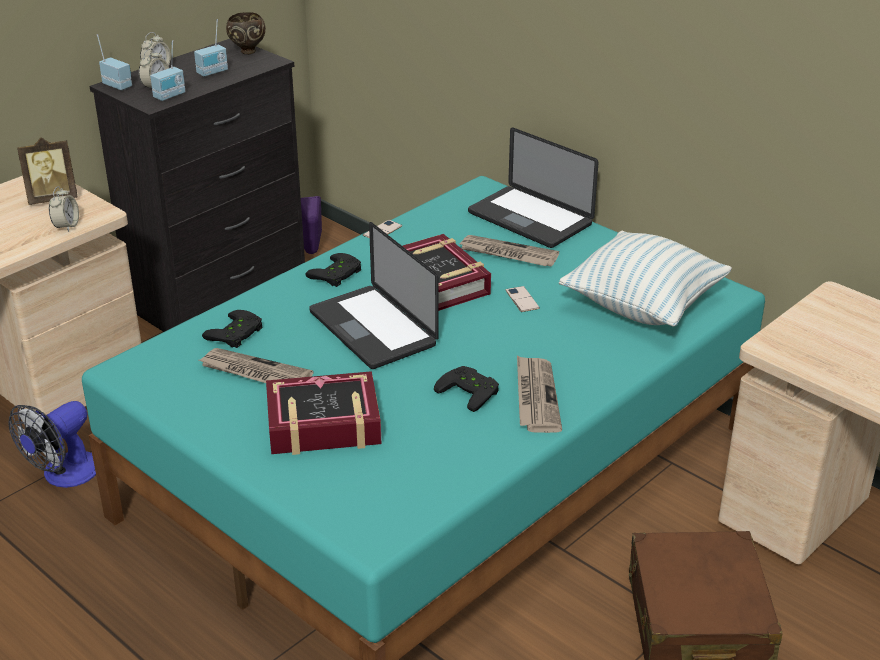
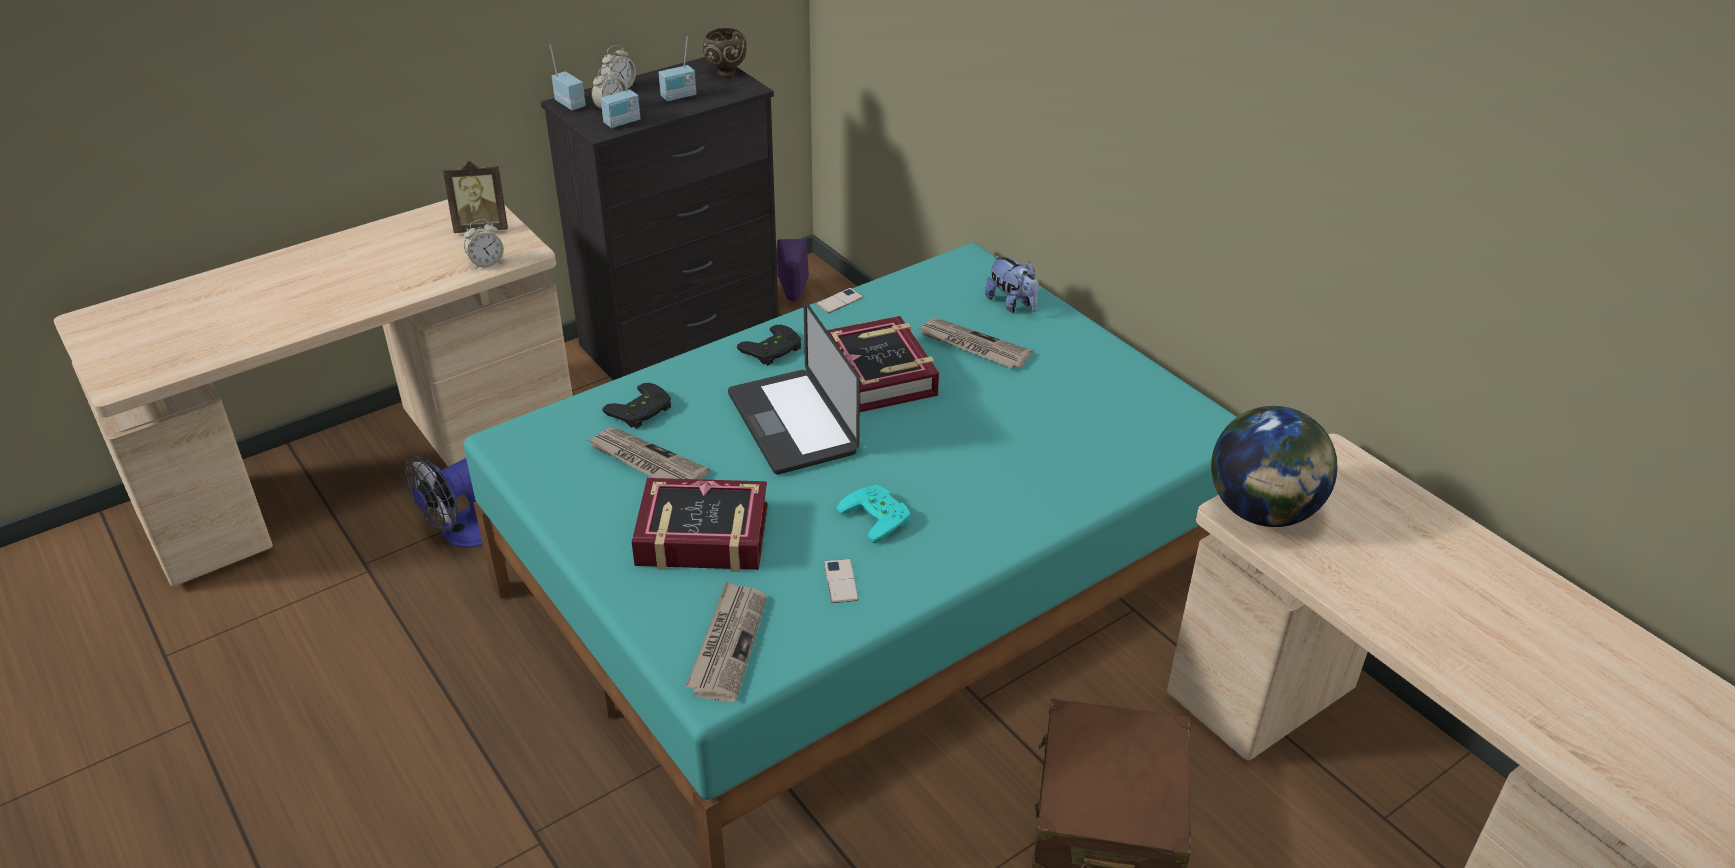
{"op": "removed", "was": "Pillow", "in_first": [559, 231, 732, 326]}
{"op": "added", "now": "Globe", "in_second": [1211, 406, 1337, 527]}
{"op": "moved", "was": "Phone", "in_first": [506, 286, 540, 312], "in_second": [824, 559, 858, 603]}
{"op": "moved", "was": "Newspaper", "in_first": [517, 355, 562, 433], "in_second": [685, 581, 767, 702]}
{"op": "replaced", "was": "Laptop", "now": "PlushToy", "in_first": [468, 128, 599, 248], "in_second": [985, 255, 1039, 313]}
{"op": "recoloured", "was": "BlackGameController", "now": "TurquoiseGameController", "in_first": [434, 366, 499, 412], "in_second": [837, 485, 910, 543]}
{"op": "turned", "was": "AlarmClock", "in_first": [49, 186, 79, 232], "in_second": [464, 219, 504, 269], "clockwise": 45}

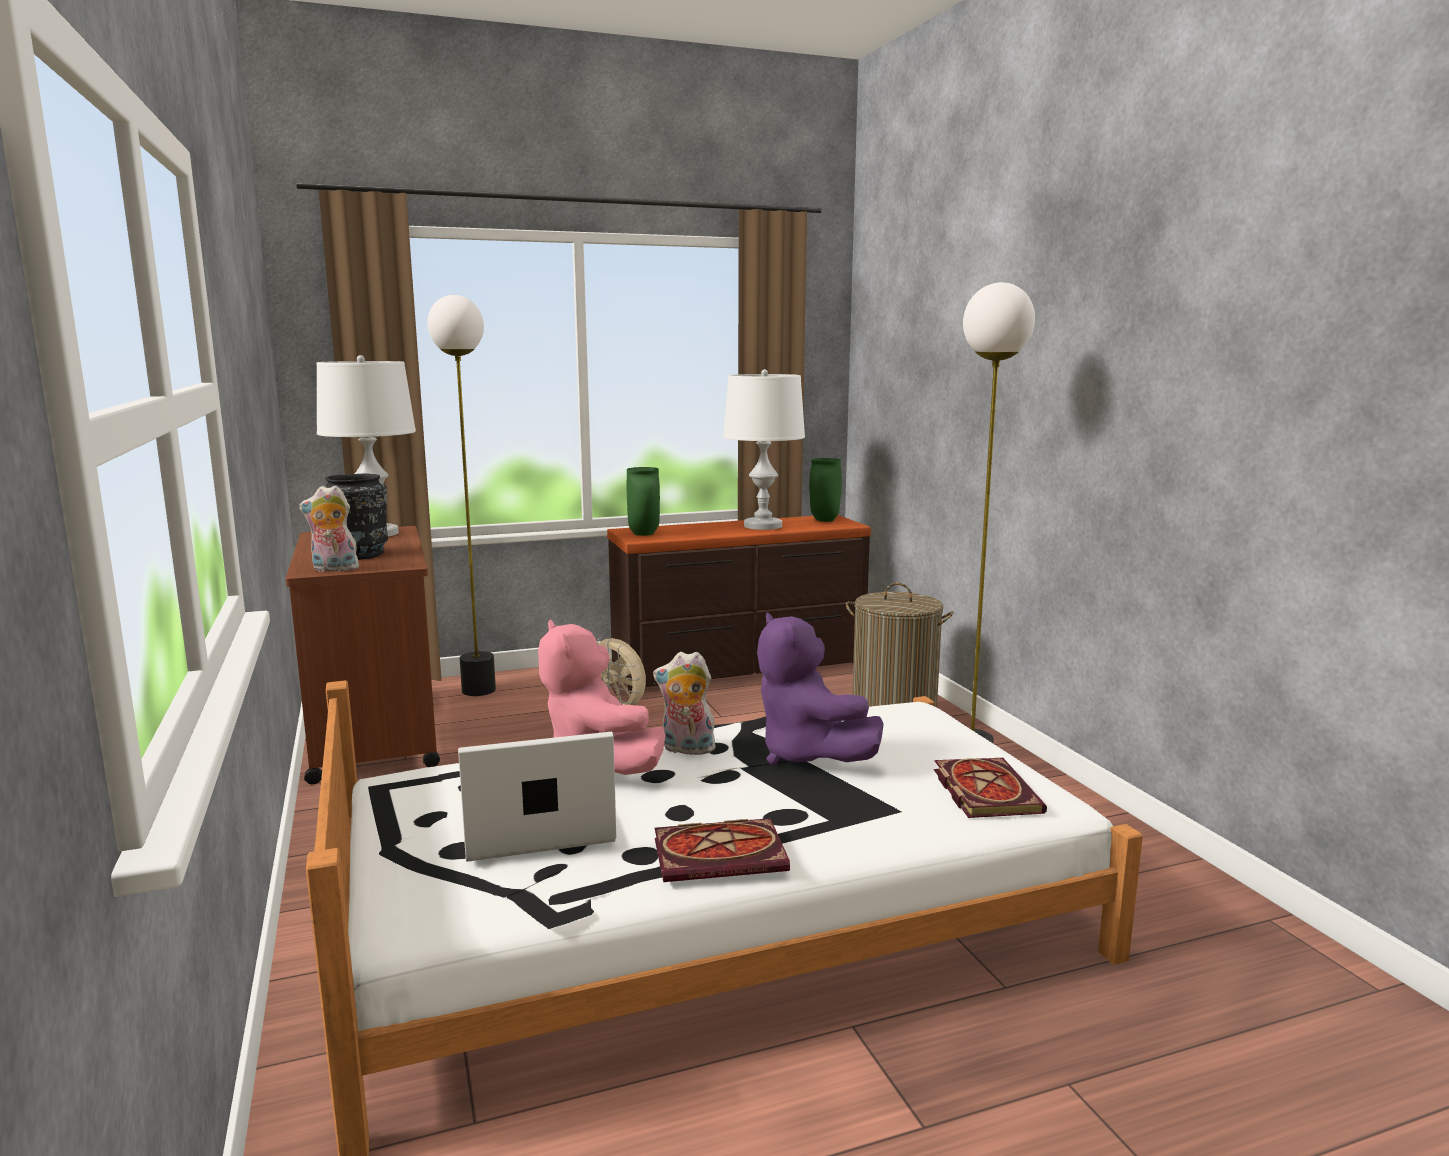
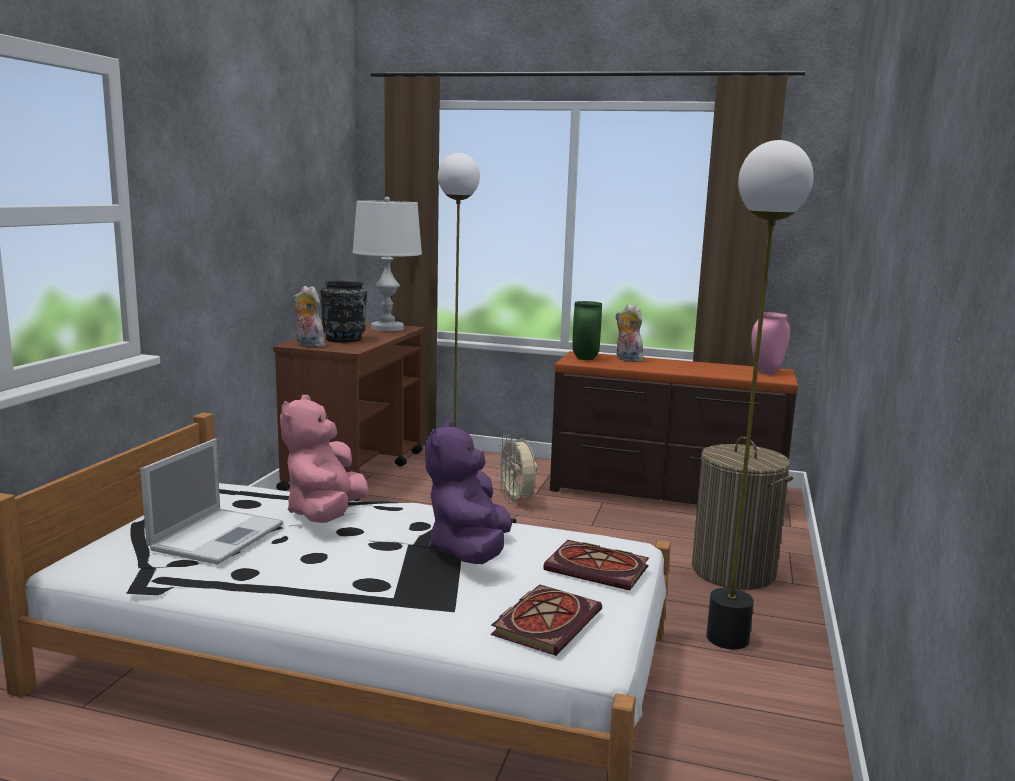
{"op": "removed", "was": "WhiteTableLamp", "in_first": [723, 369, 805, 530]}
{"op": "moved", "was": "PlushToy", "in_first": [653, 652, 716, 755], "in_second": [615, 304, 643, 362]}
{"op": "moved", "was": "Book", "in_first": [655, 818, 790, 882], "in_second": [543, 540, 649, 591]}
{"op": "recoloured", "was": "GreenVase", "now": "PinkVase", "in_first": [809, 458, 842, 522], "in_second": [751, 312, 790, 375]}
{"op": "turned", "was": "Laptop", "in_first": [458, 732, 616, 862], "in_second": [141, 439, 283, 565], "clockwise": 90}

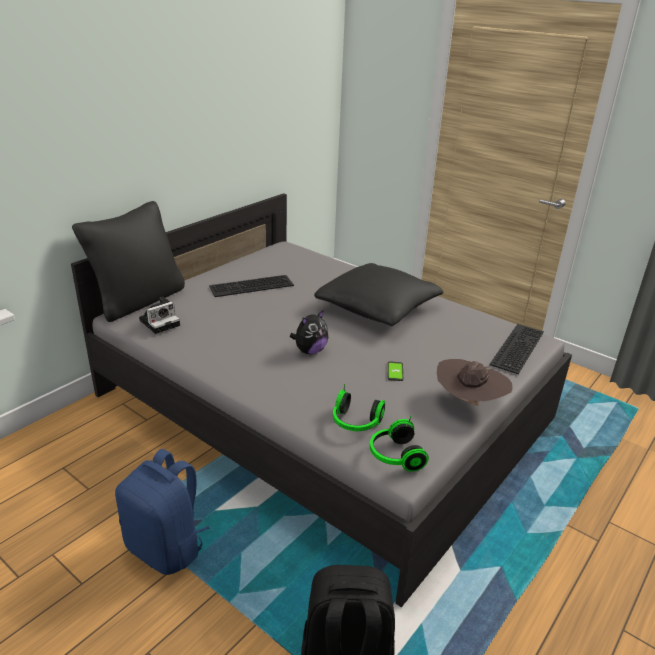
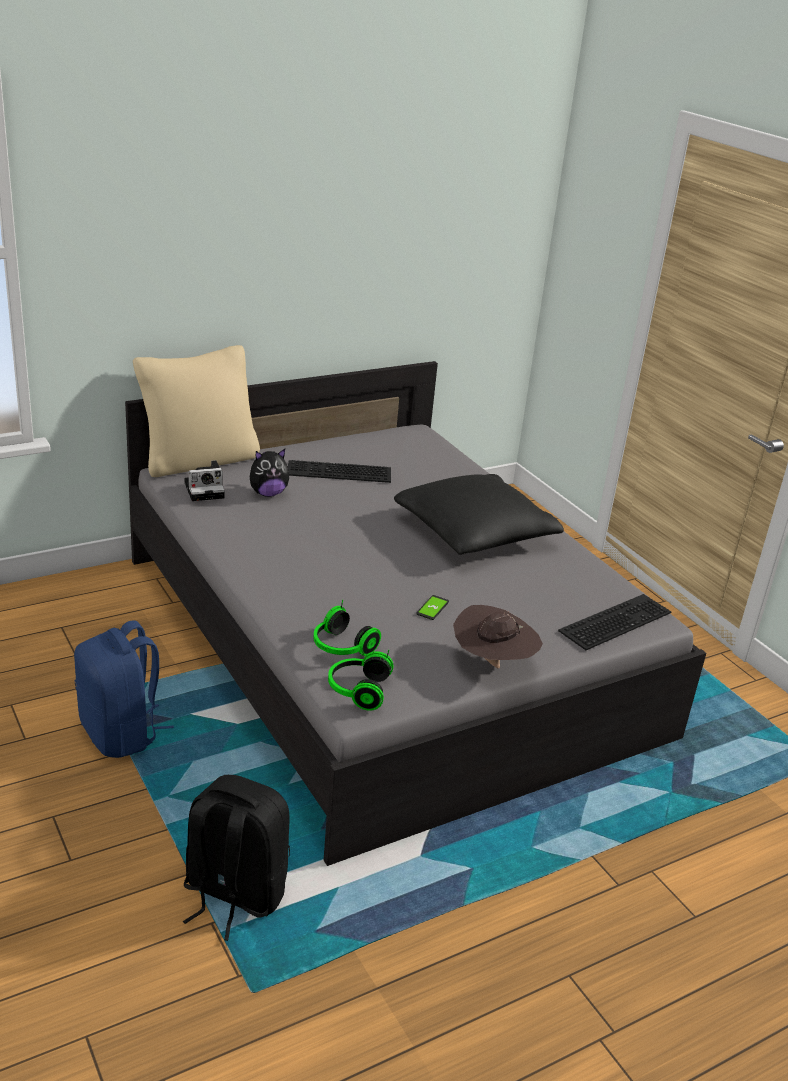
{"op": "moved", "was": "PlushToy", "in_first": [290, 310, 328, 355], "in_second": [250, 449, 289, 497]}
{"op": "recoloured", "was": "BlackPillow", "now": "BeigePillow", "in_first": [72, 201, 185, 322], "in_second": [133, 345, 260, 477]}

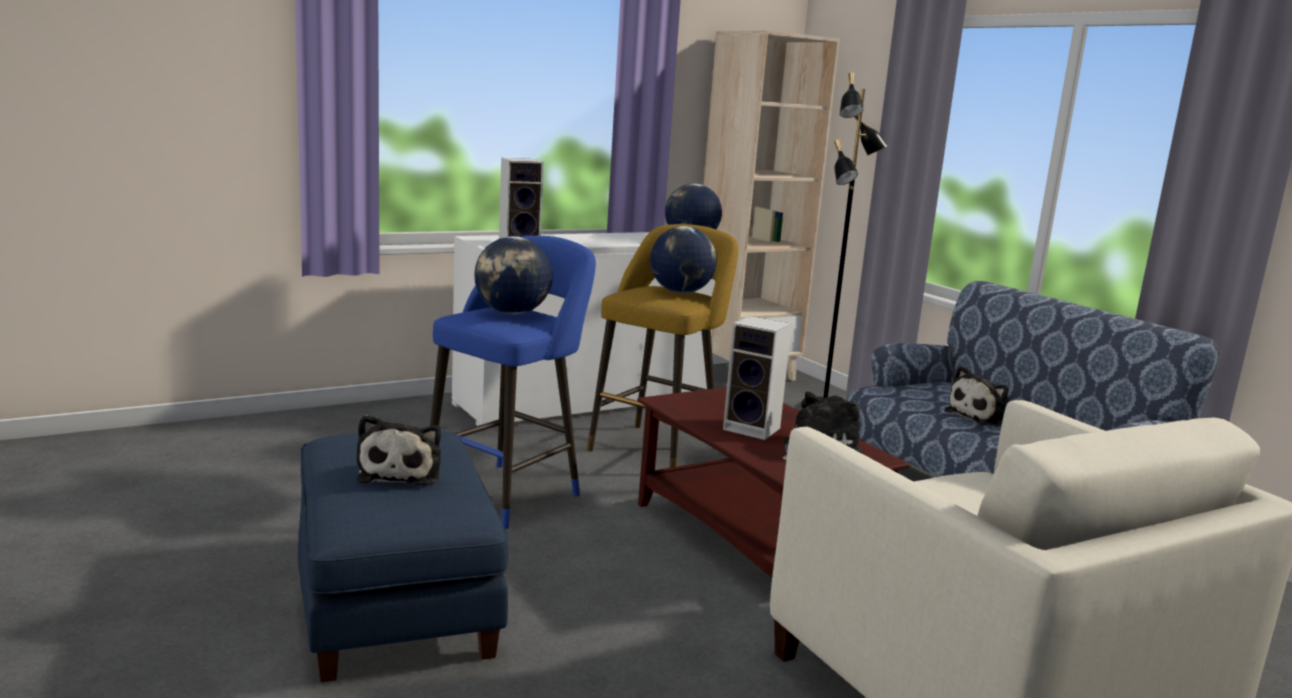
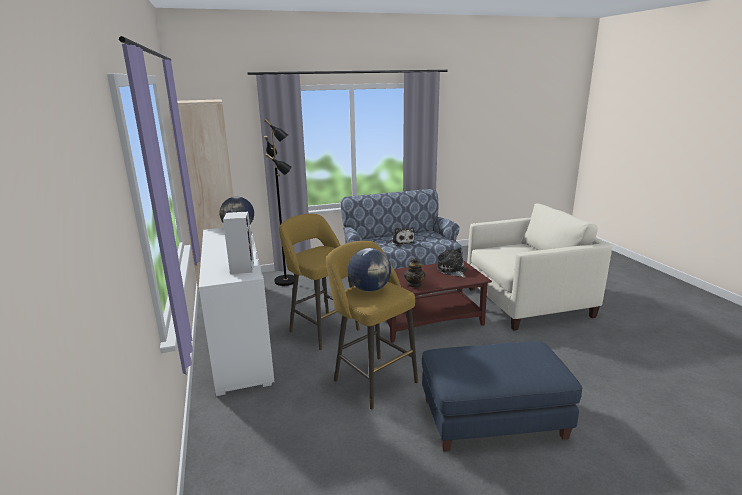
{"op": "removed", "was": "PlushToy", "in_first": [356, 415, 441, 485]}
{"op": "removed", "was": "Globe", "in_first": [650, 226, 717, 293]}
{"op": "removed", "was": "Speaker", "in_first": [723, 316, 792, 440]}
{"op": "added", "now": "Teapot", "in_second": [404, 258, 426, 288]}
{"op": "recoloured", "was": "BlueStool", "now": "YellowStool", "in_first": [430, 236, 596, 529], "in_second": [326, 241, 418, 409]}

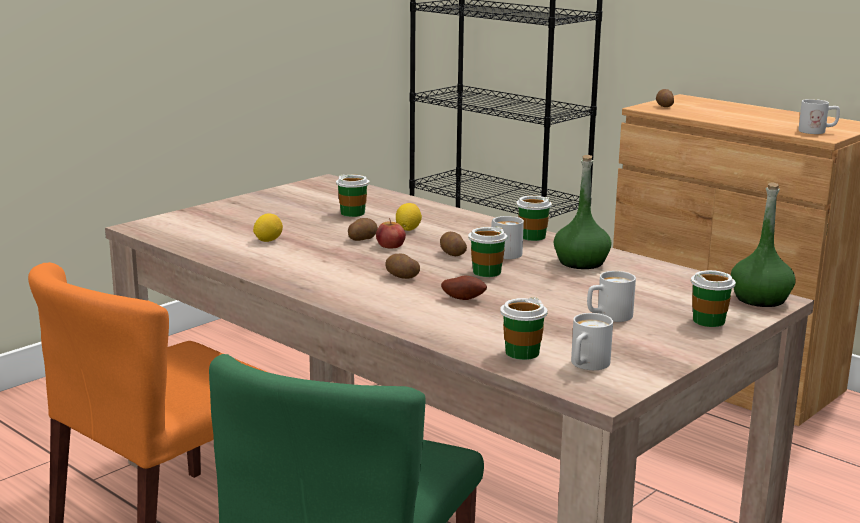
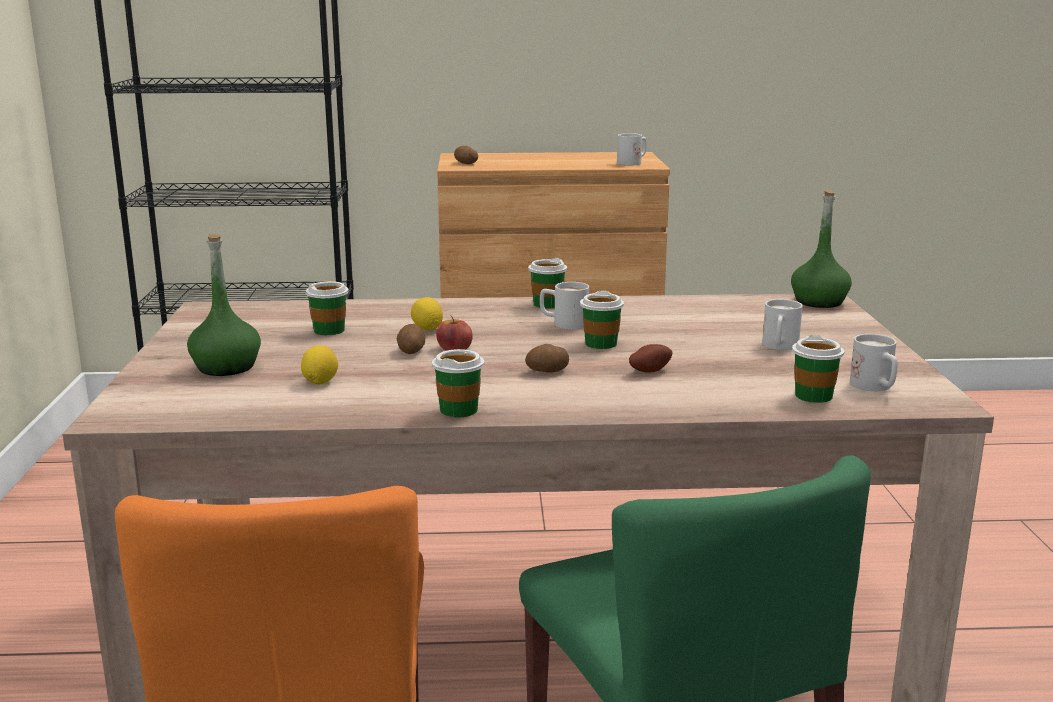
{"op": "removed", "was": "Potato", "in_first": [440, 232, 467, 256]}
{"op": "moved", "was": "GreenBottle", "in_first": [554, 155, 611, 269], "in_second": [187, 234, 261, 376]}
{"op": "moved", "was": "Cup", "in_first": [691, 270, 736, 327], "in_second": [432, 349, 484, 417]}

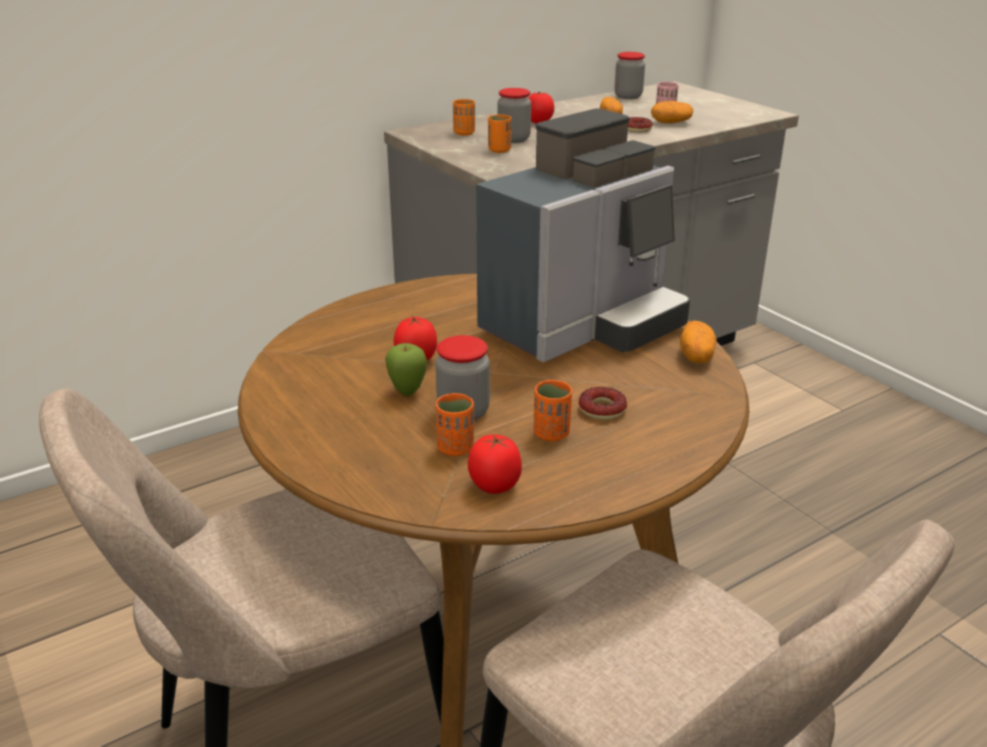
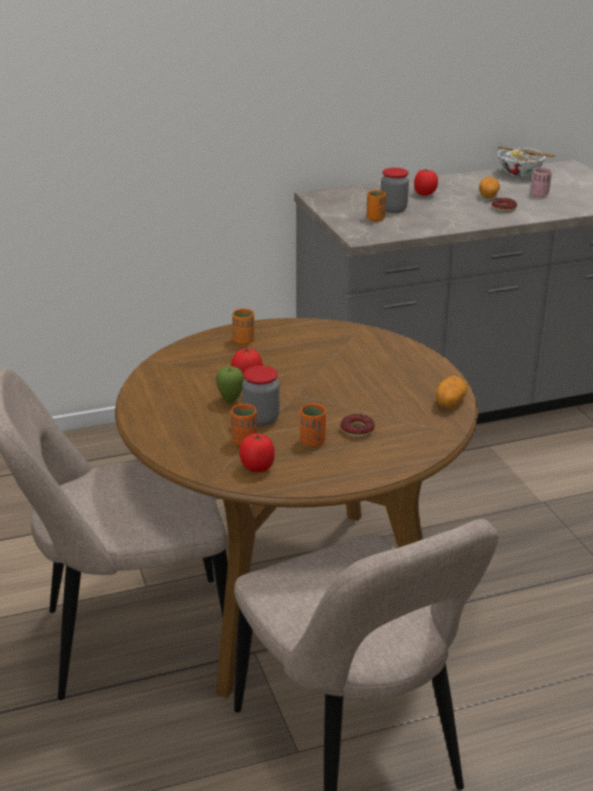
{"op": "removed", "was": "CoffeeMachine", "in_first": [476, 108, 690, 362]}
{"op": "removed", "was": "Potato", "in_first": [651, 101, 693, 123]}
{"op": "moved", "was": "OrangeCup", "in_first": [453, 99, 475, 135], "in_second": [232, 309, 254, 345]}
{"op": "replaced", "was": "Jar", "now": "Bowl", "in_first": [615, 52, 645, 99], "in_second": [497, 146, 555, 177]}

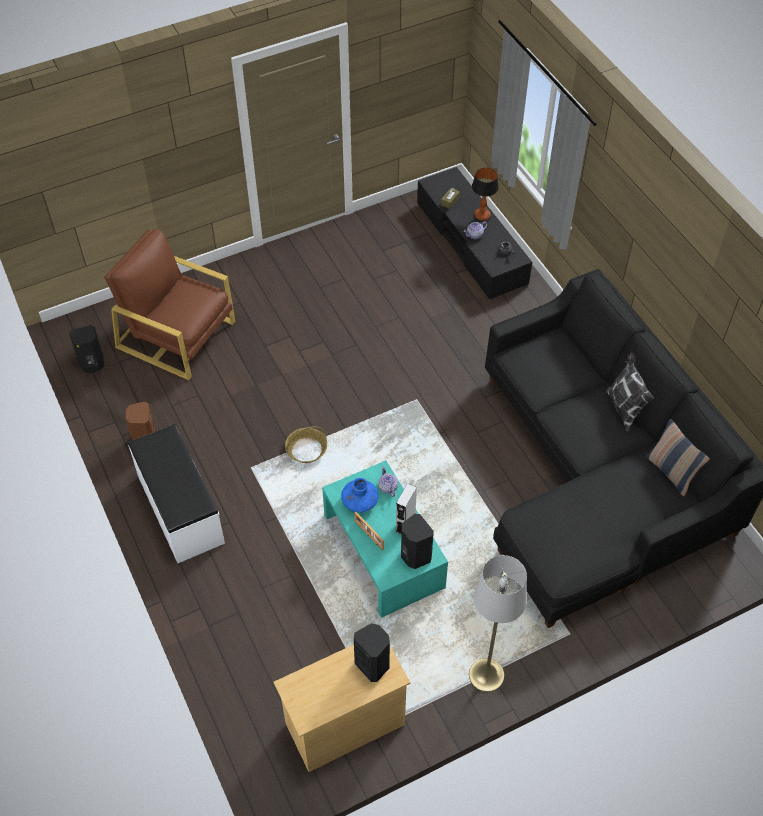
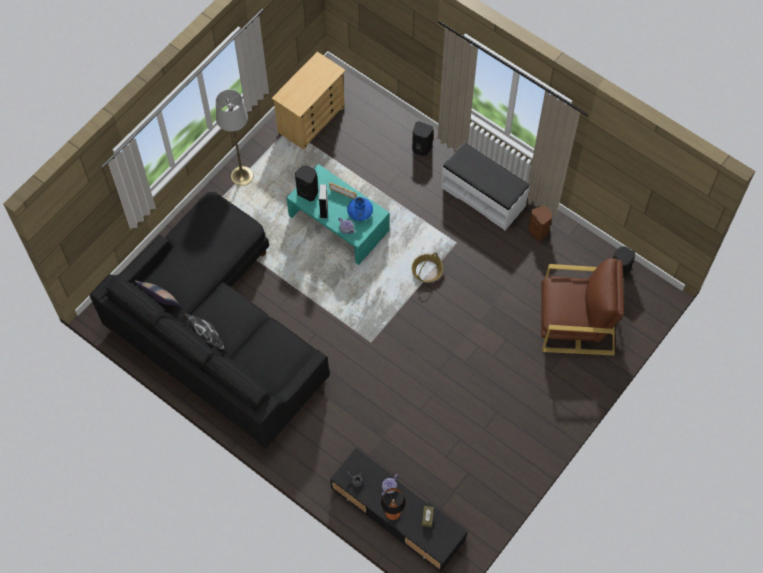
{"op": "moved", "was": "BlackSpeaker", "in_first": [354, 623, 390, 682], "in_second": [412, 121, 433, 156]}

